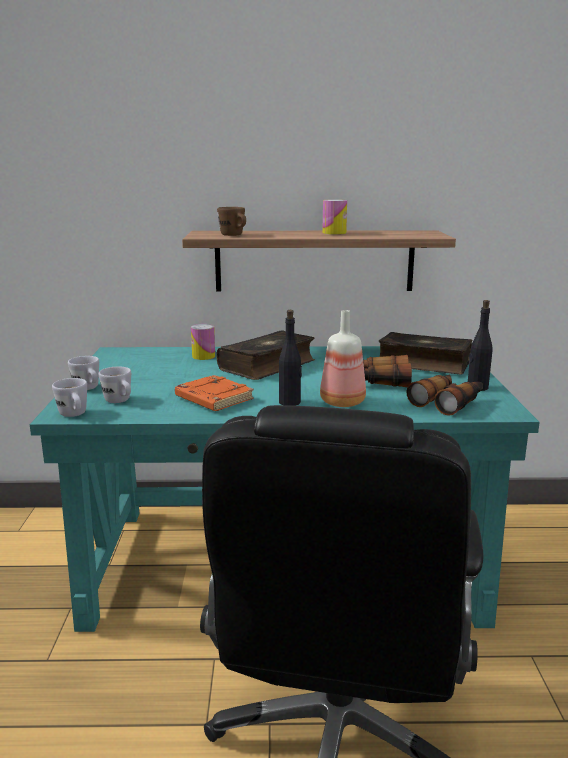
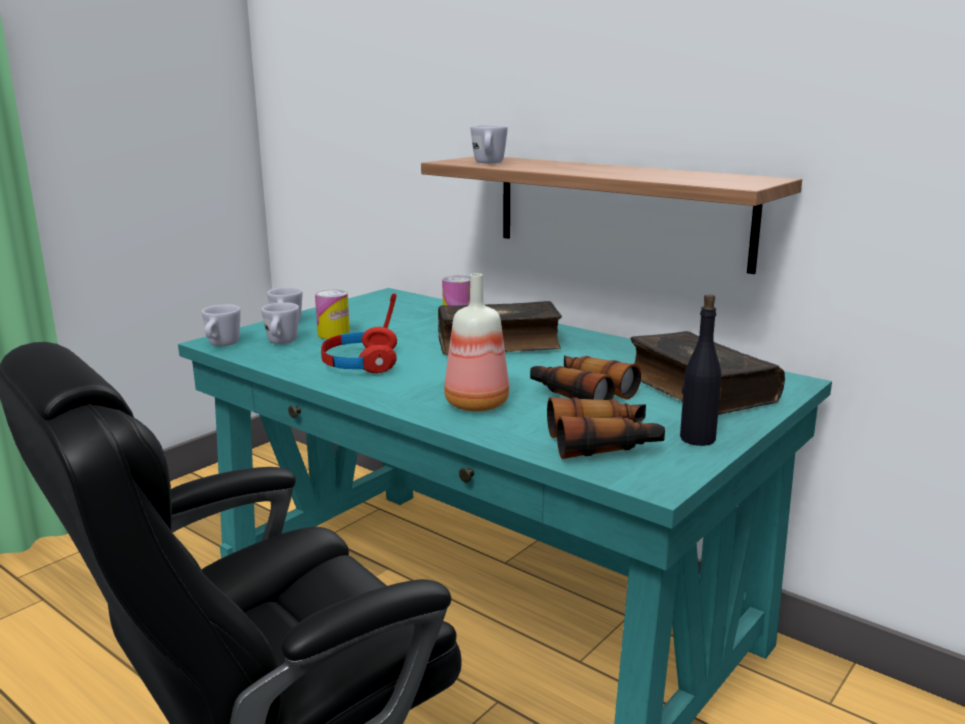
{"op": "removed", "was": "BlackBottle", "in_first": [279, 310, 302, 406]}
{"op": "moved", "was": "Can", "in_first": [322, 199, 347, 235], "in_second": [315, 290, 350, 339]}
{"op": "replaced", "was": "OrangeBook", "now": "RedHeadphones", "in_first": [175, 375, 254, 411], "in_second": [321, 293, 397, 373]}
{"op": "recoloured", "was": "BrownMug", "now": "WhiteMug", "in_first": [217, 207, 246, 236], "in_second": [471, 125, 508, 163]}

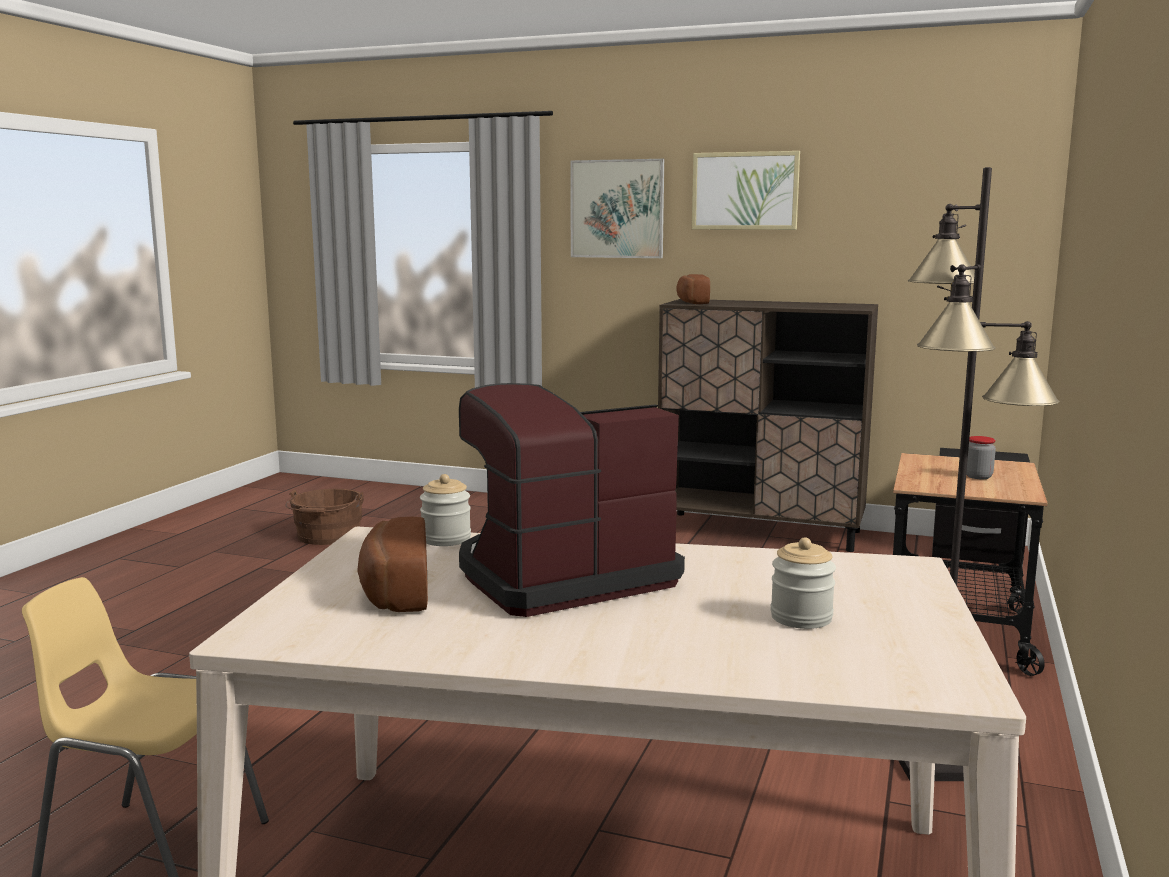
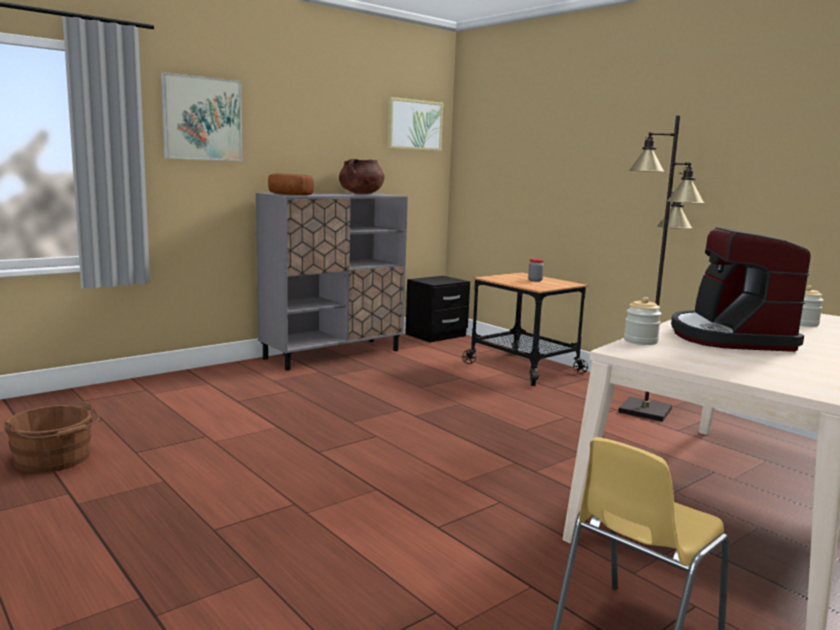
{"op": "removed", "was": "Bread", "in_first": [358, 517, 428, 612]}
{"op": "added", "now": "BrownCookingPot", "in_second": [339, 159, 385, 194]}
{"op": "moved", "was": "Picture", "in_first": [692, 151, 800, 230], "in_second": [387, 97, 443, 151]}
{"op": "recoloured", "was": "BrownCabinet", "now": "GreyCabinet", "in_first": [658, 299, 878, 552], "in_second": [256, 193, 408, 371]}

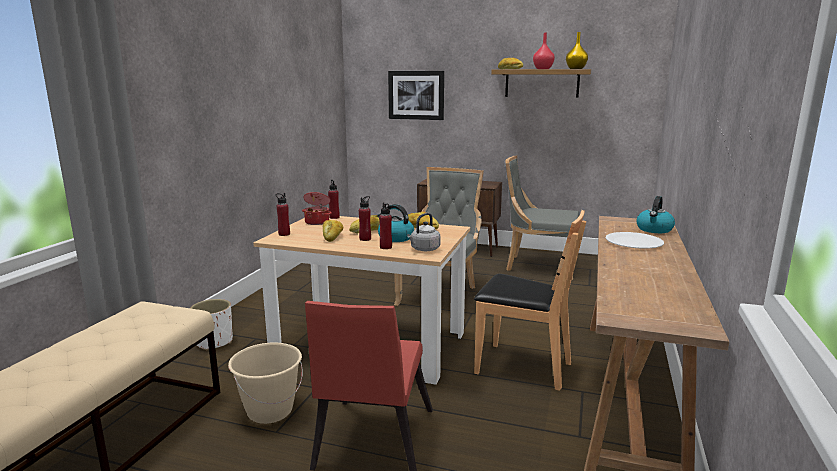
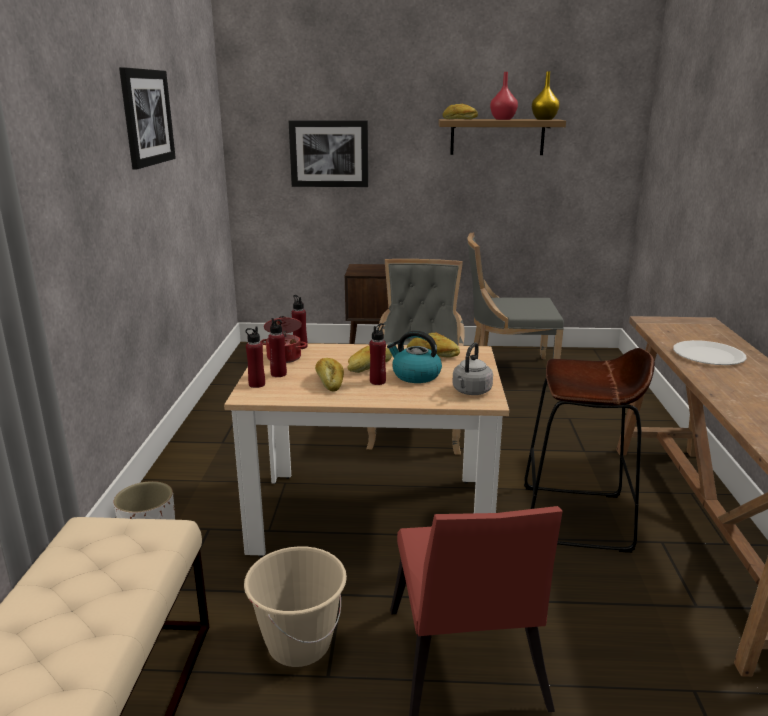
{"op": "removed", "was": "Kettle", "in_first": [636, 196, 675, 233]}
{"op": "added", "now": "Picture", "in_second": [119, 67, 176, 169]}
{"op": "moved", "was": "RedBottle", "in_first": [379, 203, 392, 249], "in_second": [268, 318, 287, 377]}
{"op": "replaced", "was": "BrownChair", "now": "BrownStool", "in_first": [474, 210, 586, 391], "in_second": [524, 348, 655, 553]}

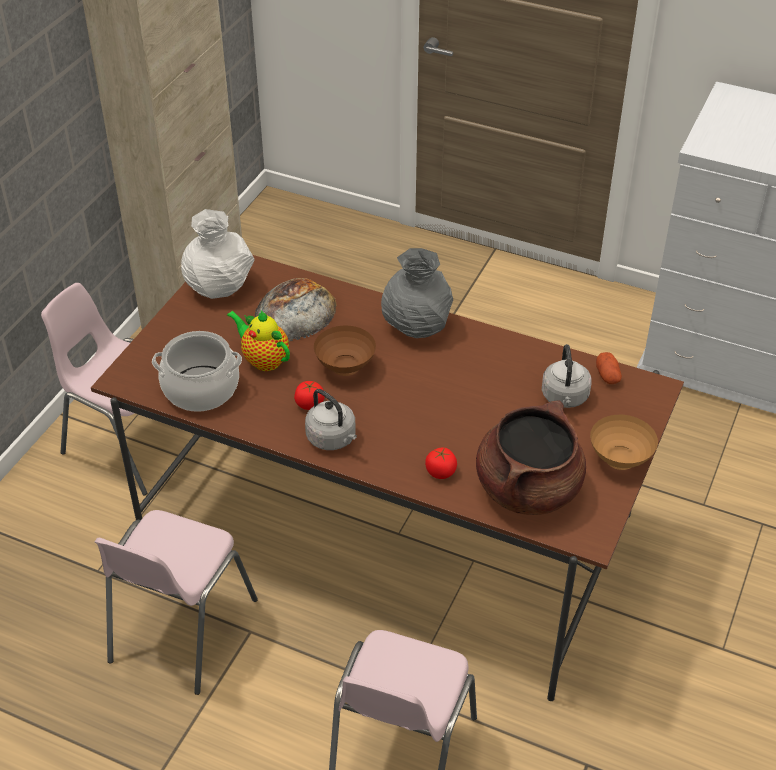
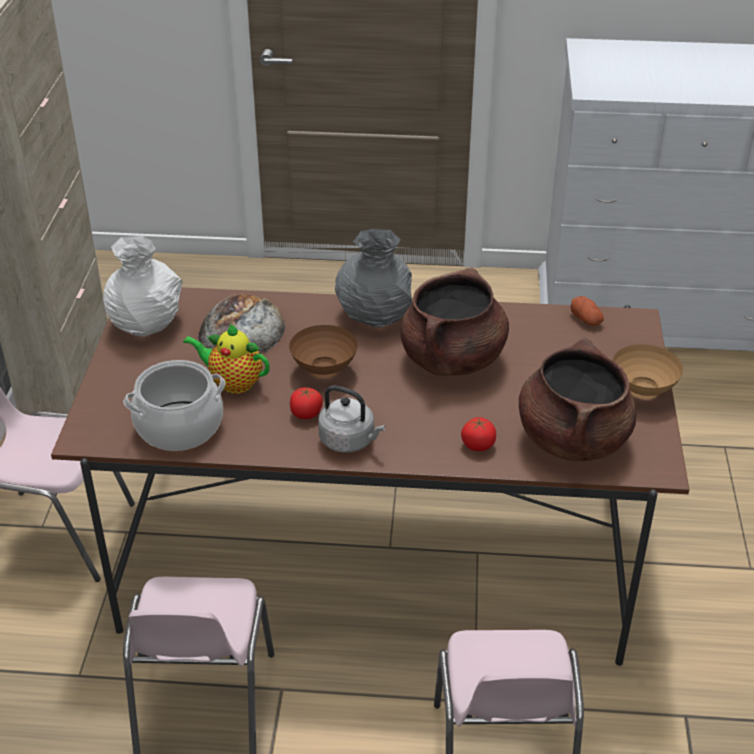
{"op": "removed", "was": "GreyKettle", "in_first": [542, 344, 592, 408]}
{"op": "added", "now": "BrownCookingPot", "in_second": [400, 268, 509, 376]}

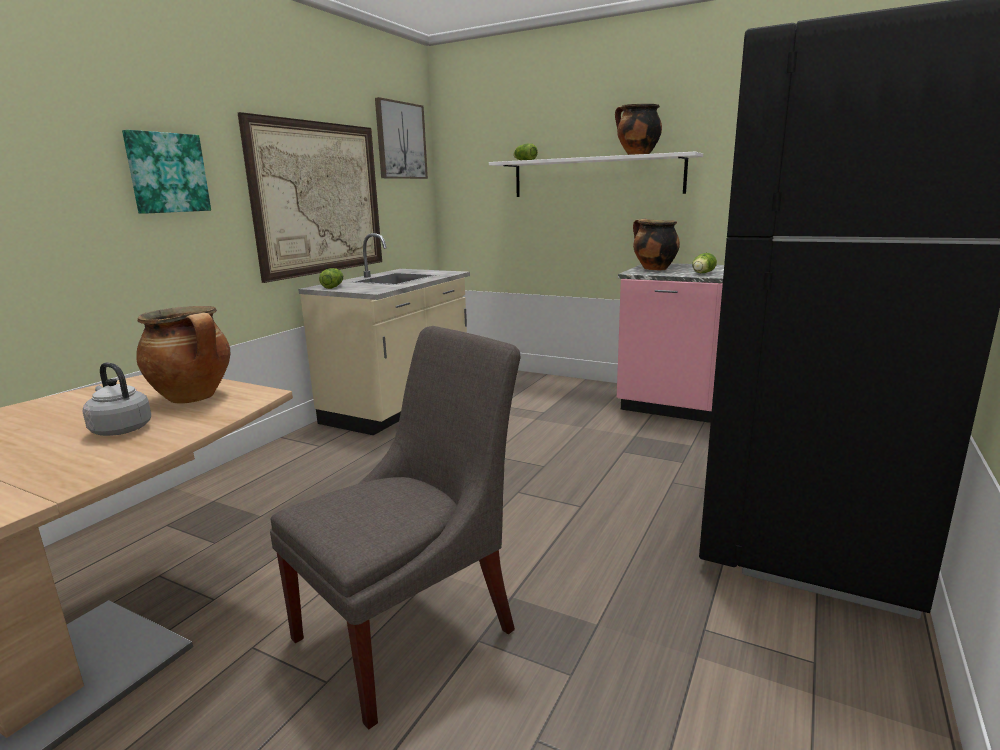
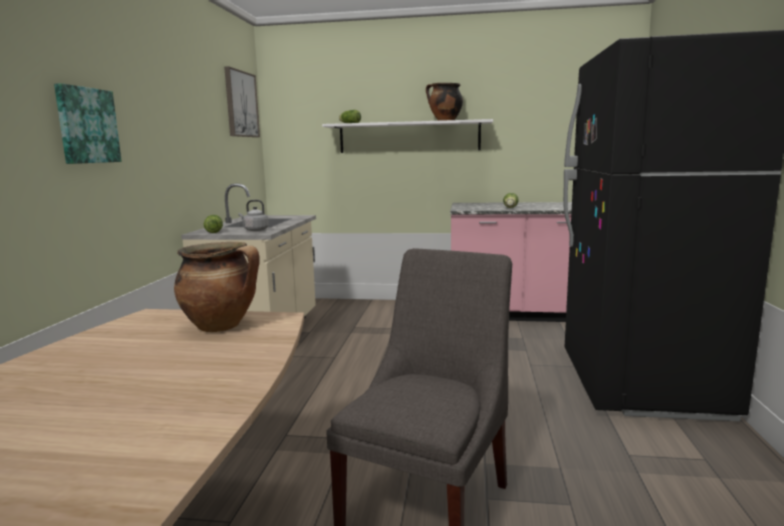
{"op": "removed", "was": "Picture", "in_first": [238, 112, 382, 283]}
{"op": "removed", "was": "CookingPot", "in_first": [633, 219, 680, 270]}
{"op": "moved", "was": "GreyKettle", "in_first": [83, 362, 151, 436], "in_second": [239, 200, 269, 231]}

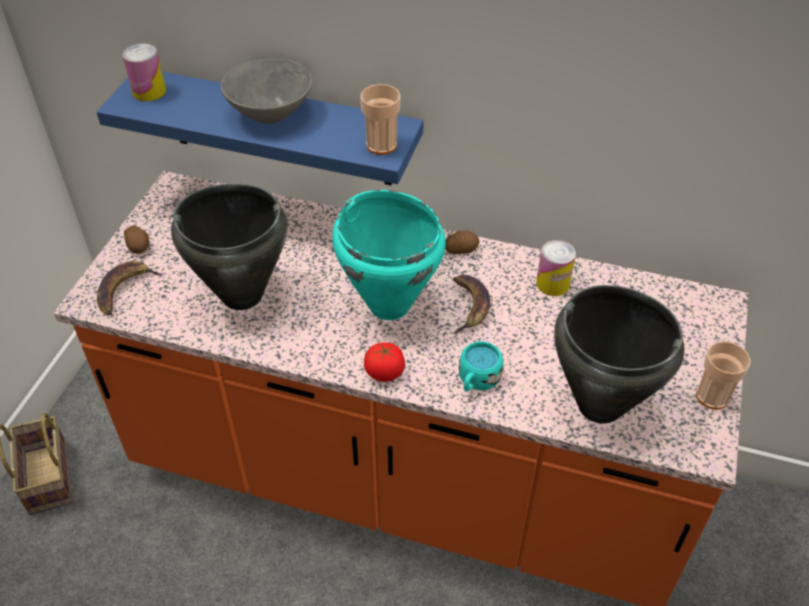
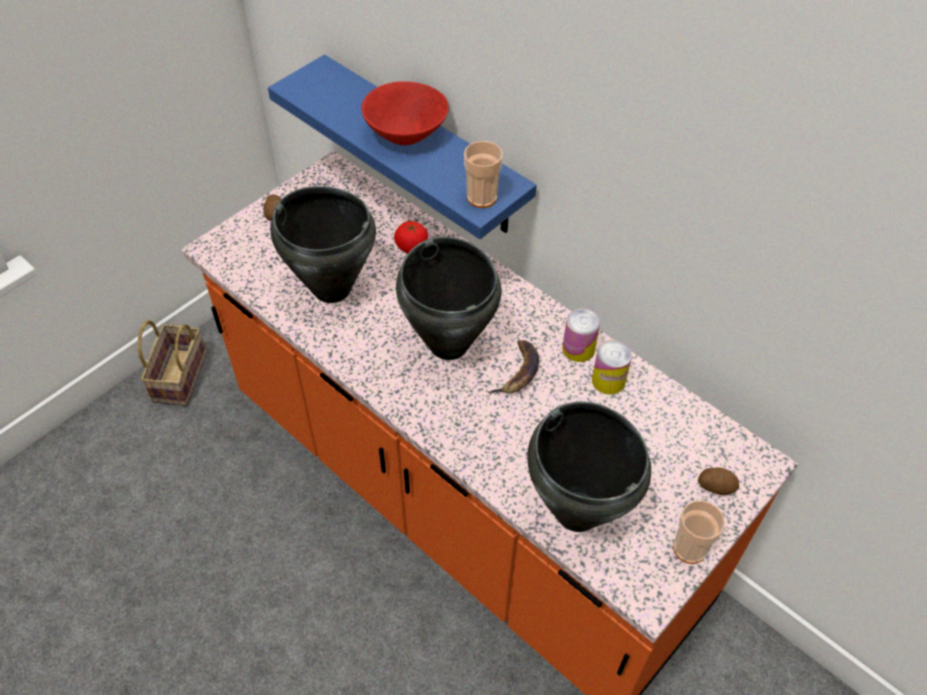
{"op": "removed", "was": "Banana", "in_first": [97, 261, 162, 316]}
{"op": "removed", "was": "TurquoiseMug", "in_first": [459, 341, 504, 391]}
{"op": "moved", "was": "Can", "in_first": [122, 44, 166, 101], "in_second": [562, 309, 600, 362]}
{"op": "moved", "was": "Tomato", "in_first": [364, 342, 405, 382], "in_second": [394, 221, 428, 253]}
{"op": "moved", "was": "Potato", "in_first": [445, 230, 480, 254], "in_second": [698, 468, 739, 495]}
{"op": "recoloured", "was": "GreyBowl", "now": "RedBowl", "in_first": [221, 59, 312, 124], "in_second": [361, 81, 448, 145]}
{"op": "recoloured", "was": "TurquoiseCookingPot", "now": "BlackCookingPot", "in_first": [332, 190, 446, 320], "in_second": [396, 237, 501, 360]}

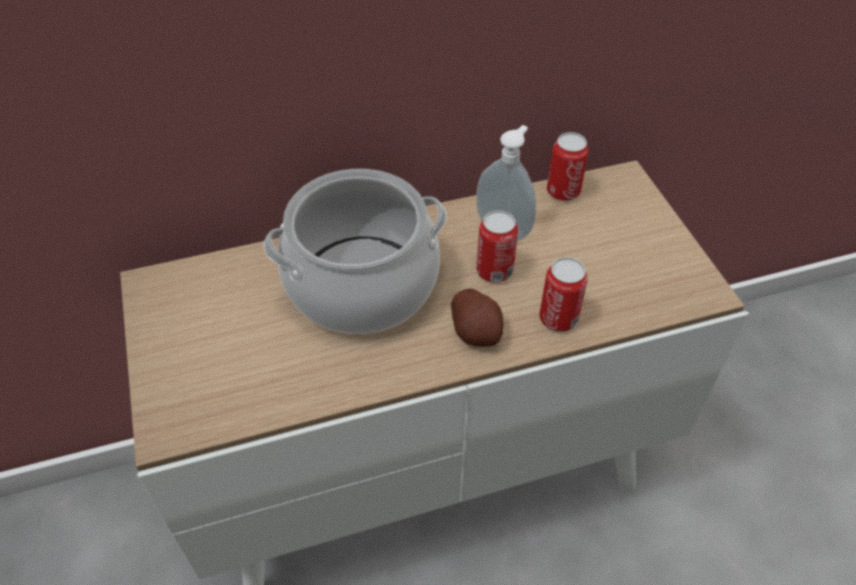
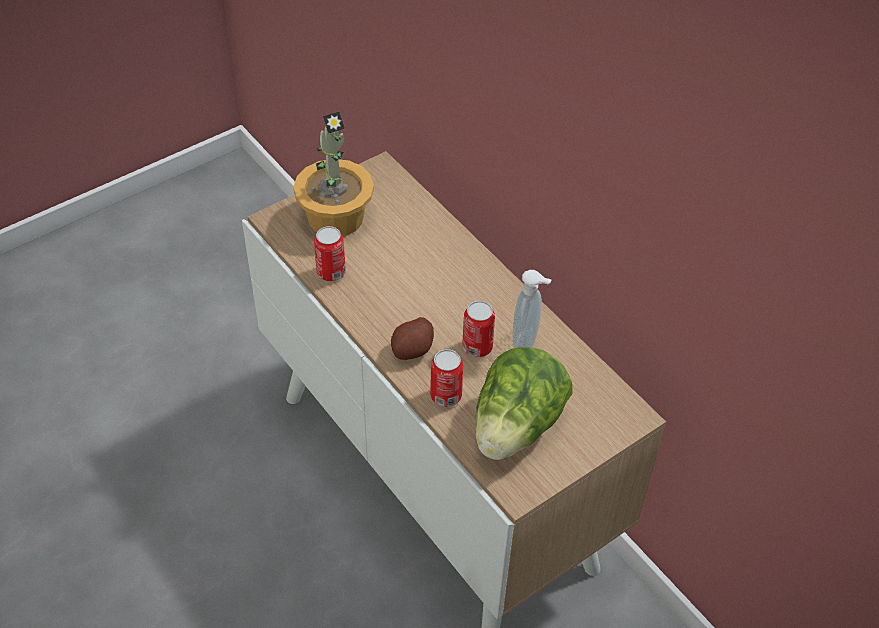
{"op": "removed", "was": "CookingPot", "in_first": [263, 169, 447, 334]}
{"op": "added", "now": "PottedPlant", "in_second": [293, 111, 374, 236]}
{"op": "added", "now": "Lettuce", "in_second": [476, 347, 573, 460]}
{"op": "moved", "was": "Can", "in_first": [547, 132, 589, 201], "in_second": [314, 226, 346, 281]}

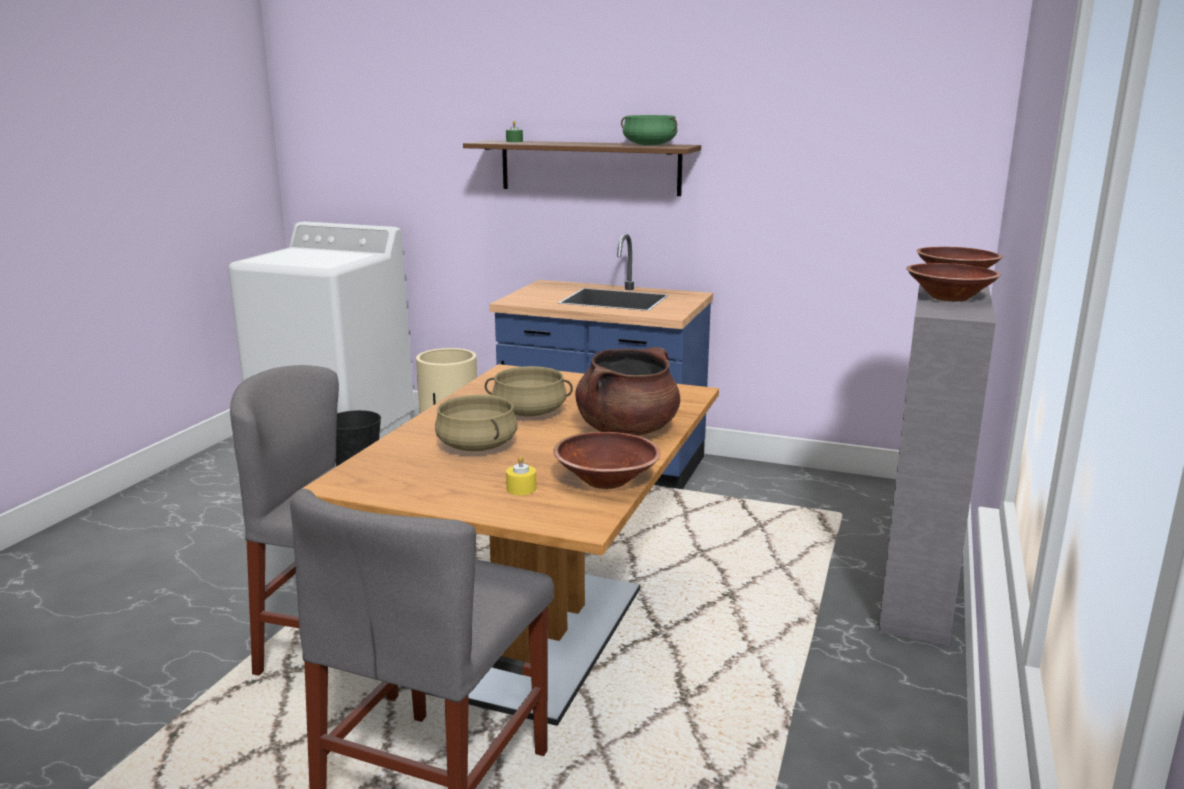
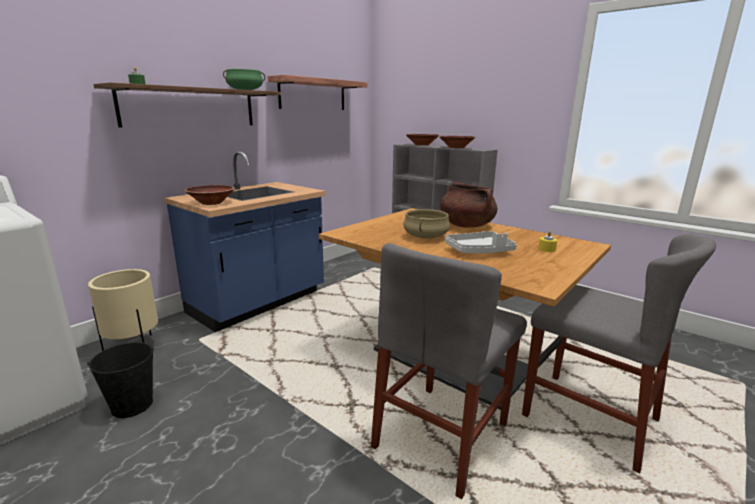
{"op": "added", "now": "Shelf", "in_second": [268, 75, 368, 110]}
{"op": "moved", "was": "BrownBowl", "in_first": [553, 432, 660, 489], "in_second": [184, 185, 235, 205]}
{"op": "replaced", "was": "BeigeCookingPot", "now": "GreyTray", "in_first": [435, 395, 518, 451], "in_second": [445, 231, 517, 253]}

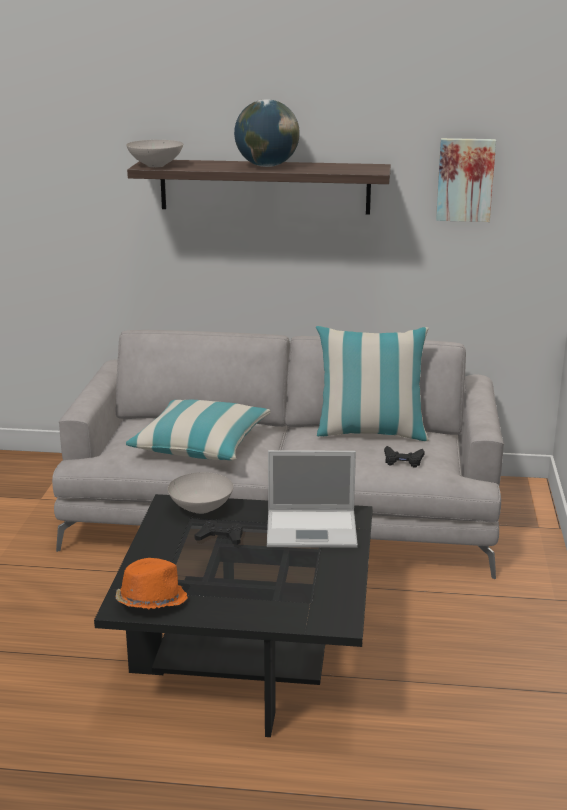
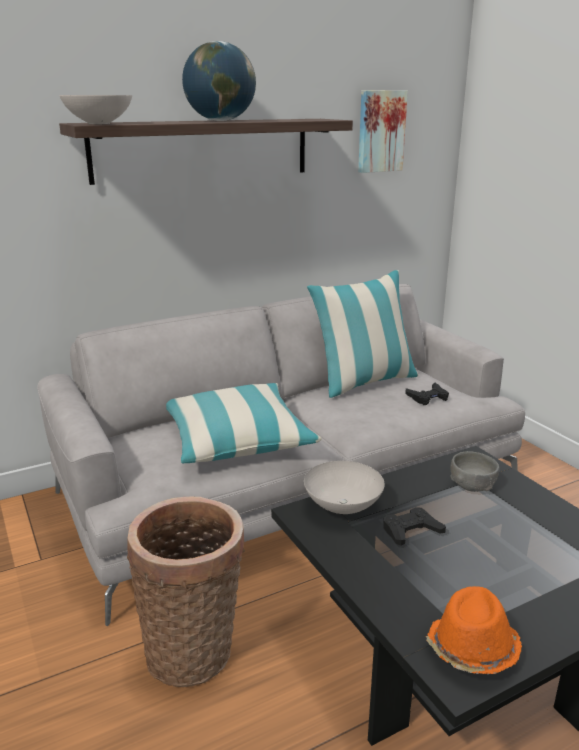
{"op": "added", "now": "Basket", "in_second": [127, 497, 245, 687]}
{"op": "replaced", "was": "Laptop", "now": "GreyBowl", "in_first": [267, 450, 358, 548], "in_second": [450, 451, 499, 492]}

